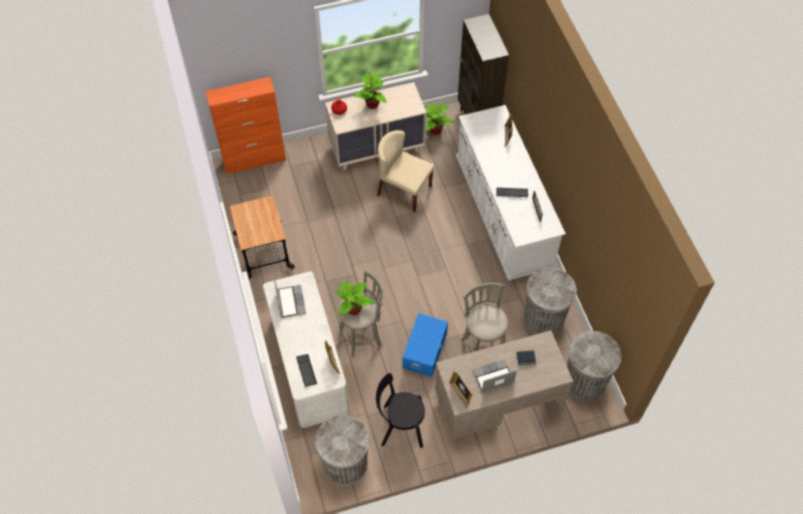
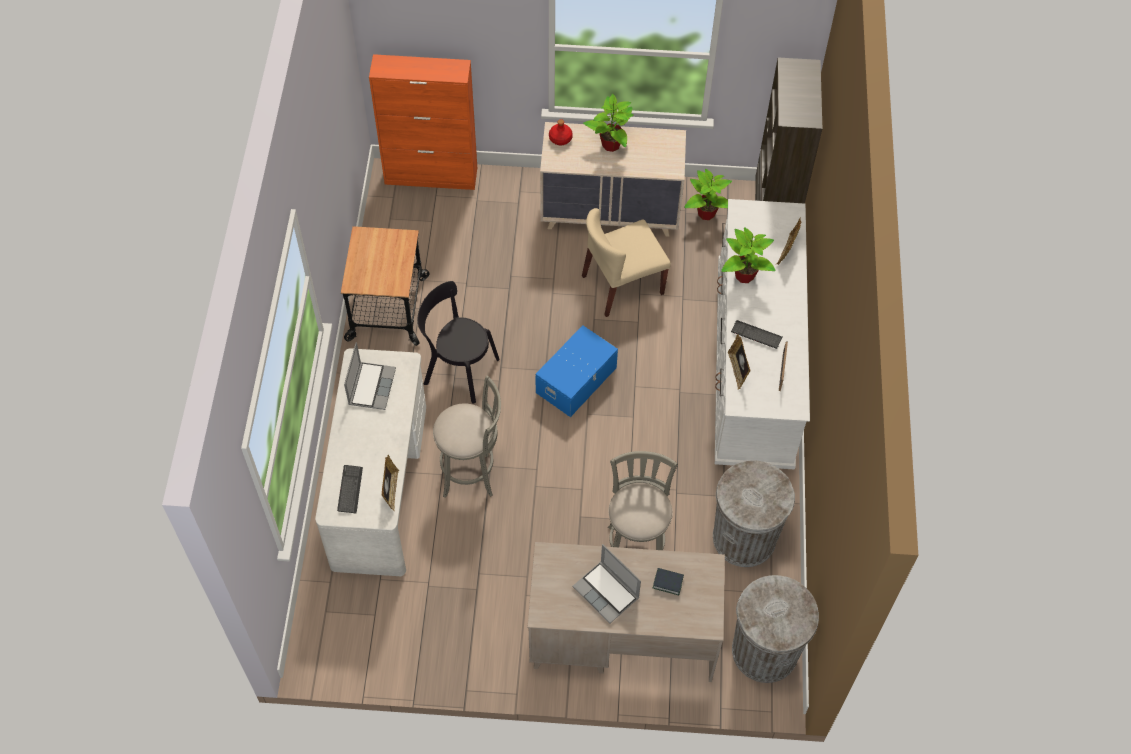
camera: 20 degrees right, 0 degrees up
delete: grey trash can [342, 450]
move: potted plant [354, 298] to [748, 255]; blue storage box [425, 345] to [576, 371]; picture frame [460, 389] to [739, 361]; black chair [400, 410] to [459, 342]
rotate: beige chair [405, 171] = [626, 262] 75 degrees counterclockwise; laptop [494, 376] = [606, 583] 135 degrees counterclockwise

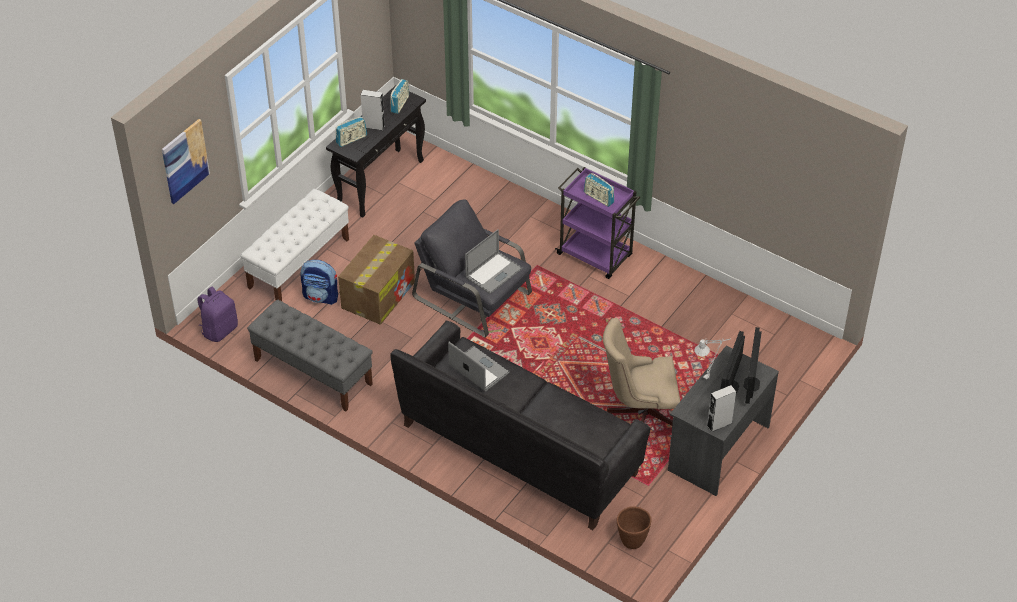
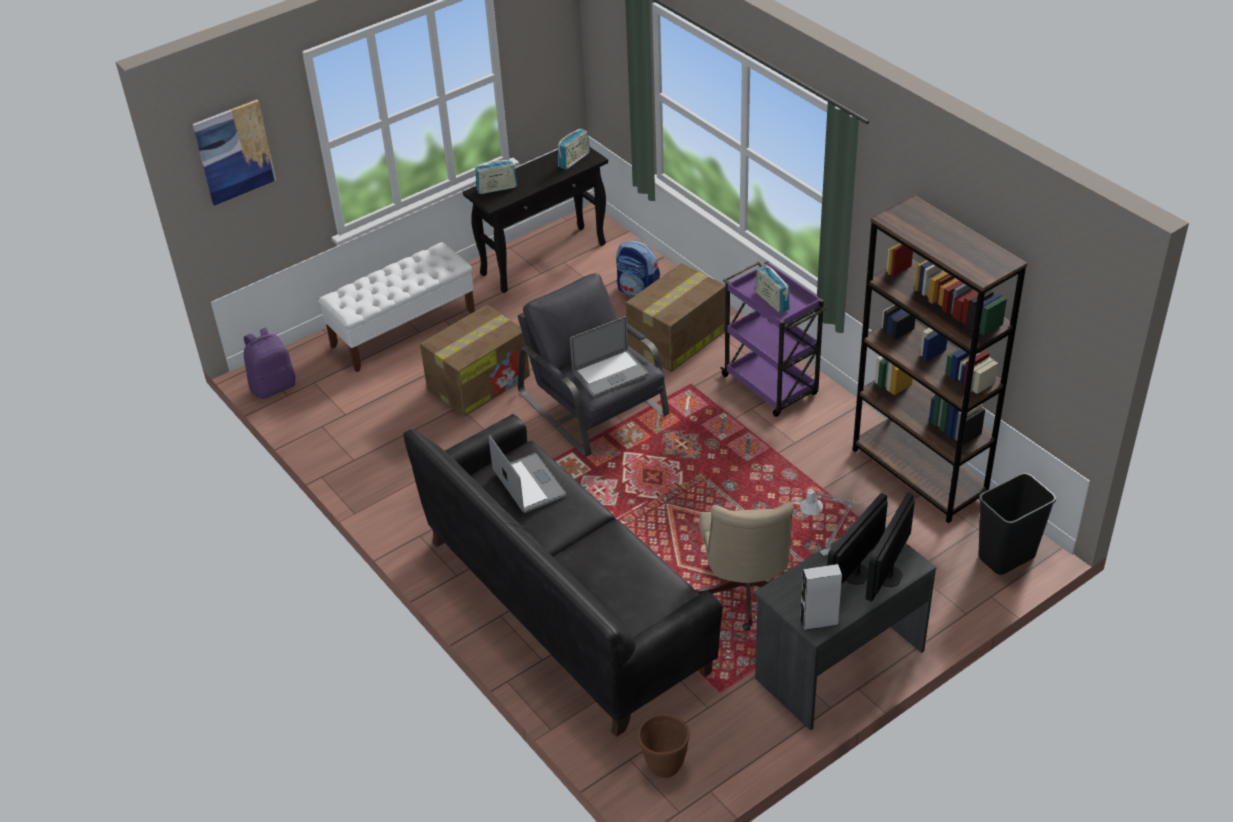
camera: 20 degrees right, 5 degrees down
delete: grey speaker [373, 110]; grey bench [310, 355]
insert: brown bookcase [940, 359]; cardboard box [675, 317]; black trash can [1017, 524]
move: backpack [319, 282] to [638, 268]
rotate: beige office chair [641, 372] = [745, 566] 105 degrees counterclockwise

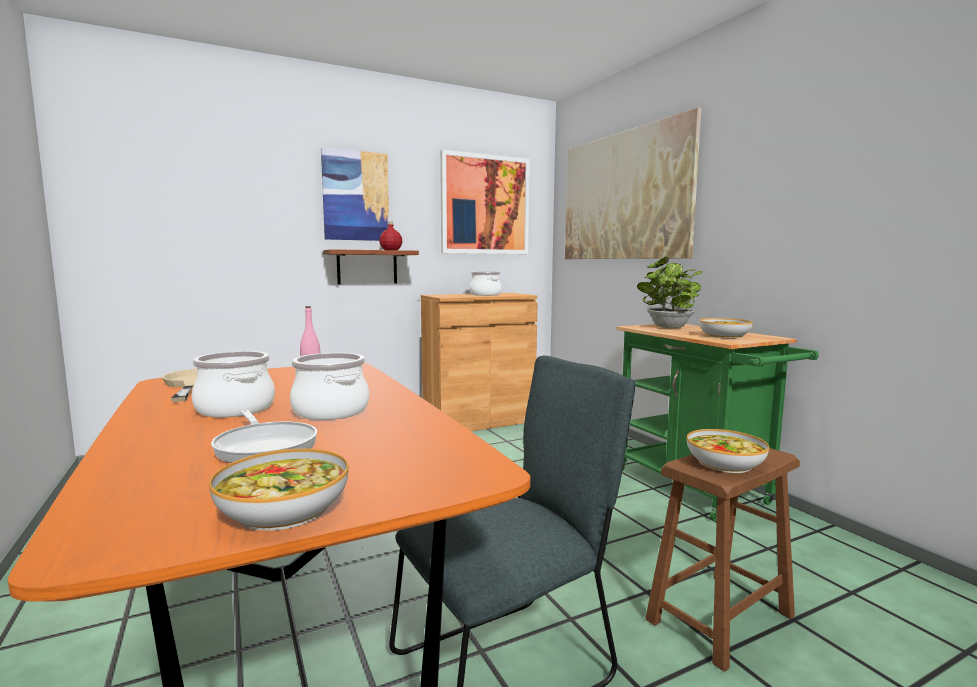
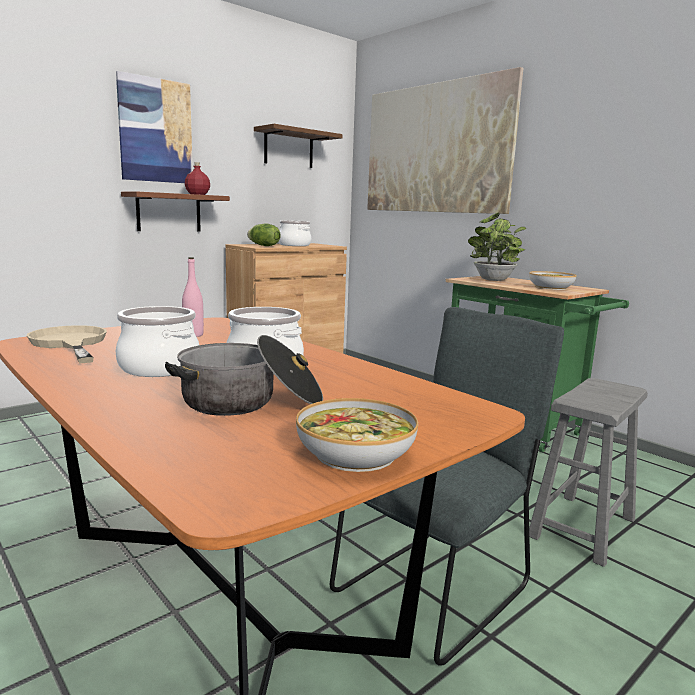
camera: 15 degrees left, 5 degrees up
delete: bowl [728, 451]
insert: lettuce [264, 234]
replace: picture [485, 202] to brown shelf [298, 146]; frying pan [264, 436] to cooking pot [244, 375]
recolor: brown stool [722, 560] to grey stool [588, 472]

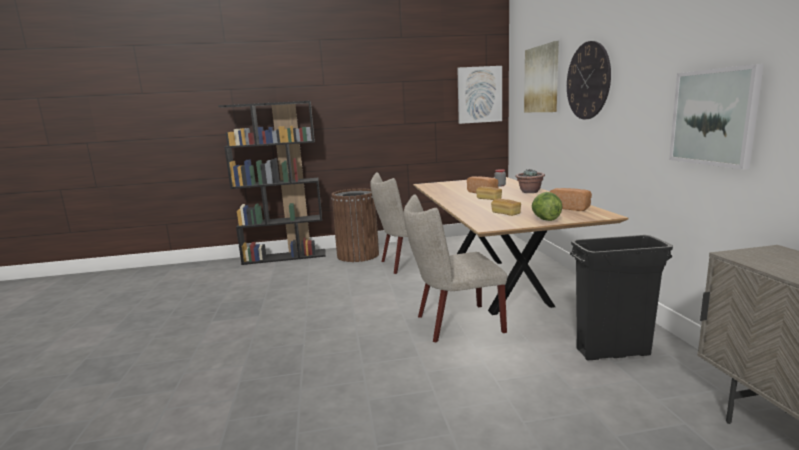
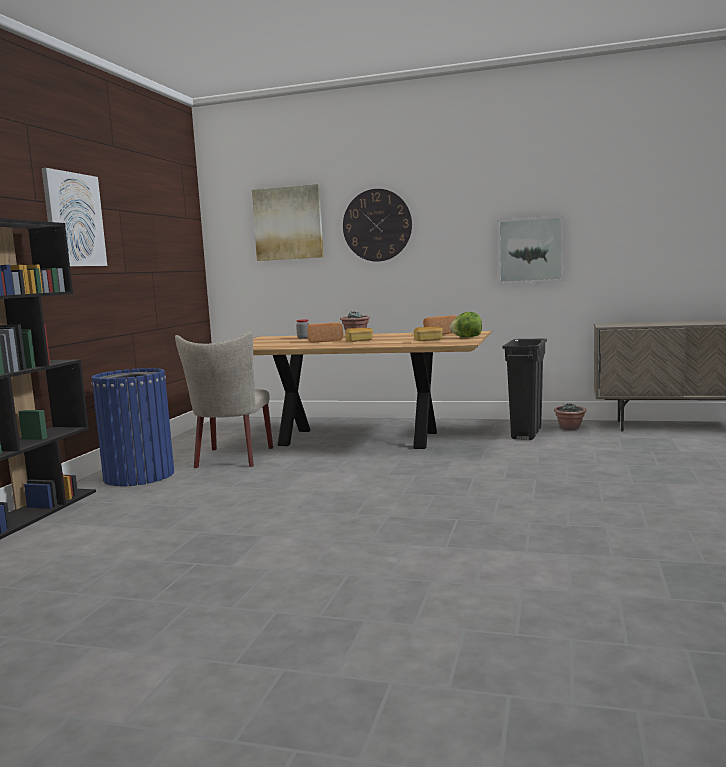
camera: 65 degrees left, 5 degrees down
delete: beige chair [455, 268]
insert: potted plant [570, 416]
move: picture [479, 95] to [74, 217]
recolor: brown trash can [355, 225] to blue trash can [132, 427]

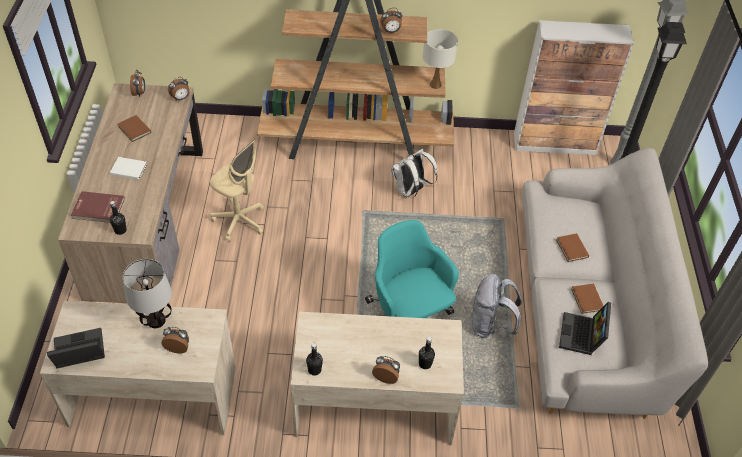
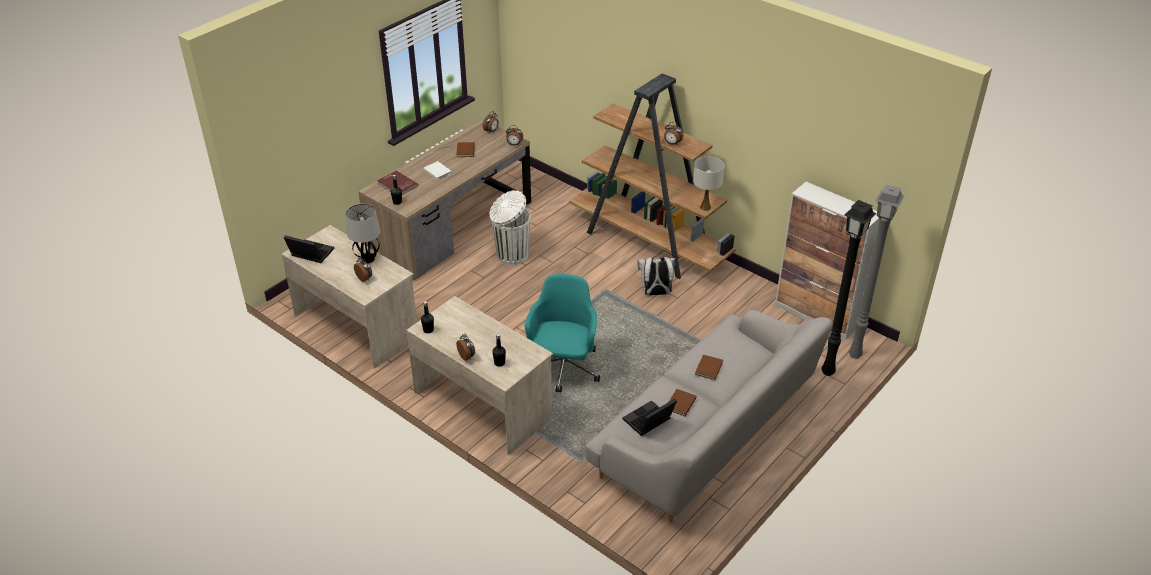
camera: 40 degrees right, 10 degrees down
delete: grey backpack [497, 306]
replace: beige office chair [237, 191] to white trash can [510, 227]

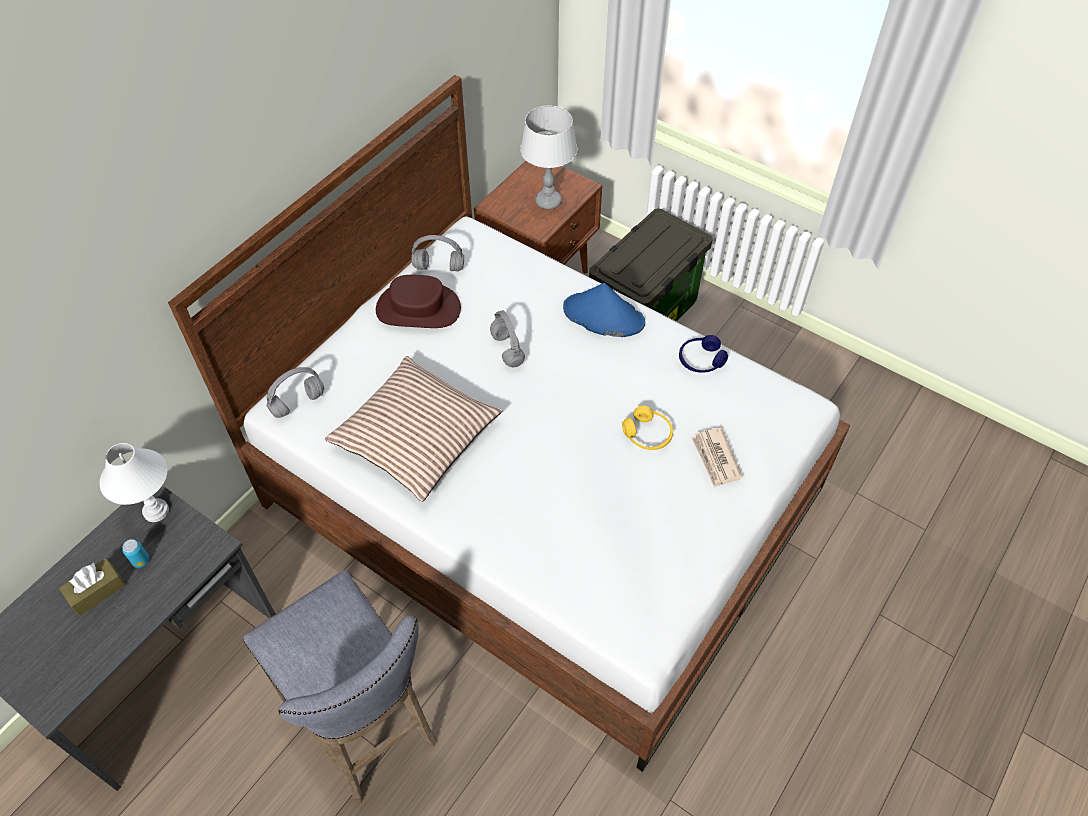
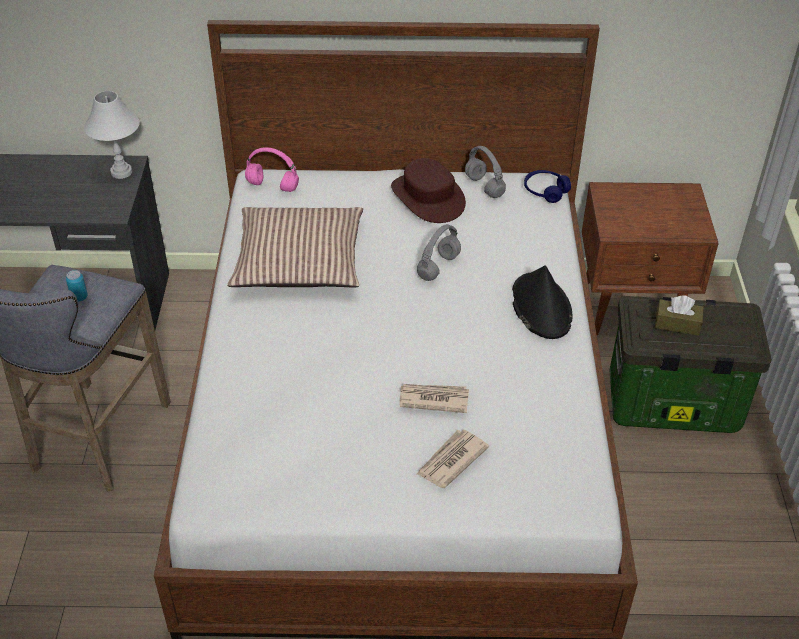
camera: 55 degrees right, 10 degrees down
delete: grey table lamp [548, 157]
move: blue headphones [703, 354] to [547, 186]; can [135, 553] to [77, 286]; brown tissue box [92, 587] to [679, 315]
replace: yellow headphones [647, 428] to newspaper [434, 398]
recolor: blue hat [604, 310] to black hat [542, 302]; grey headphones [295, 392] to pink headphones [272, 169]

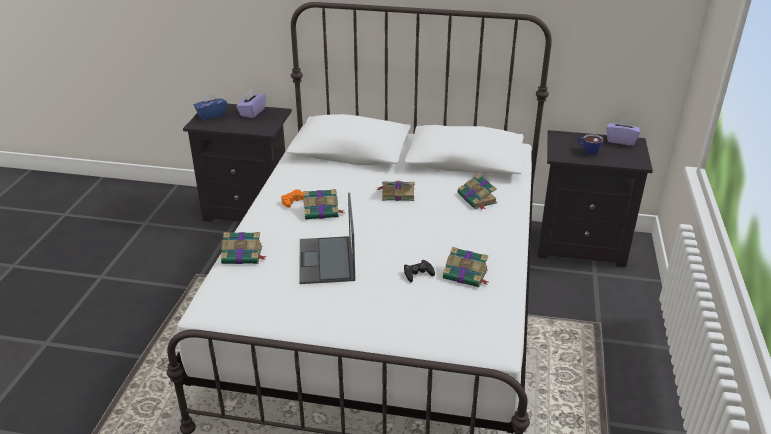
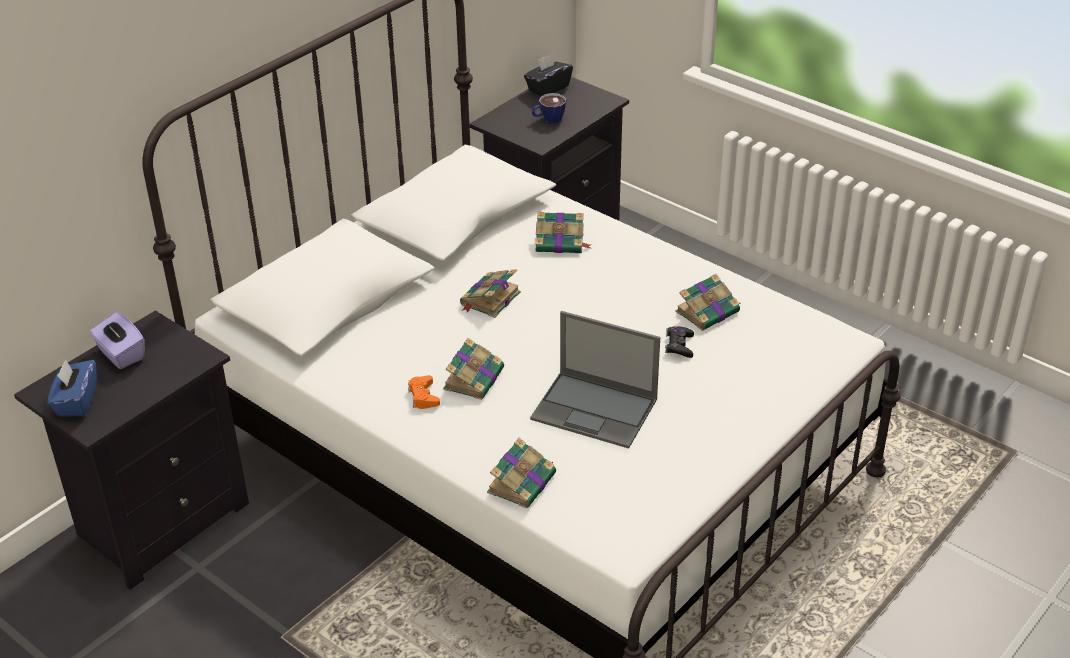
camera: 60 degrees left, 5 degrees up
recolor: purple tissue box [623, 131] to black tissue box [548, 75]

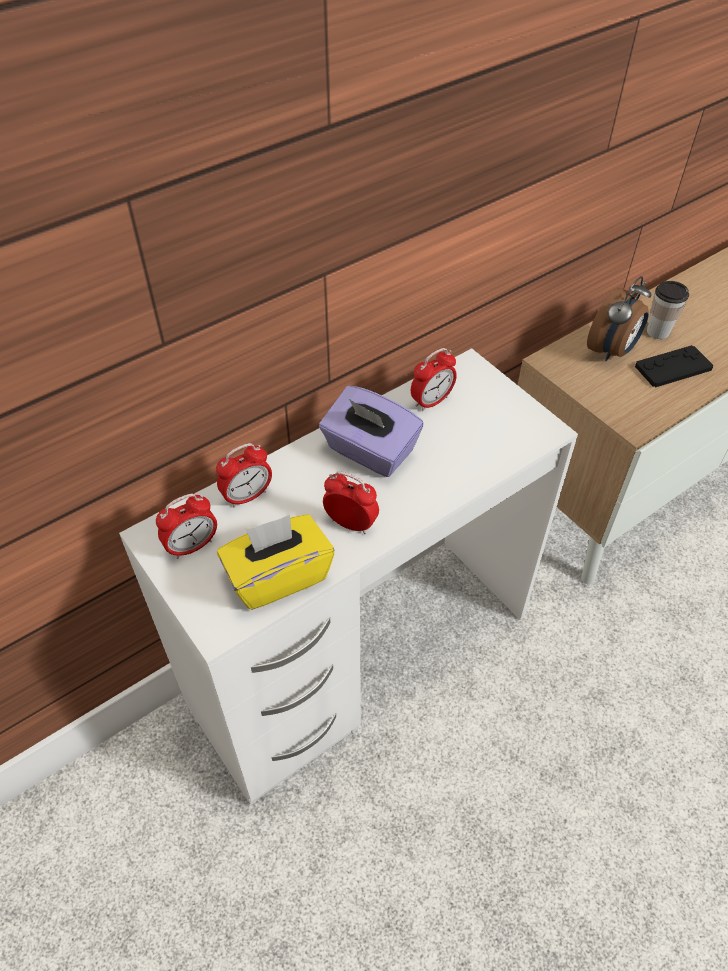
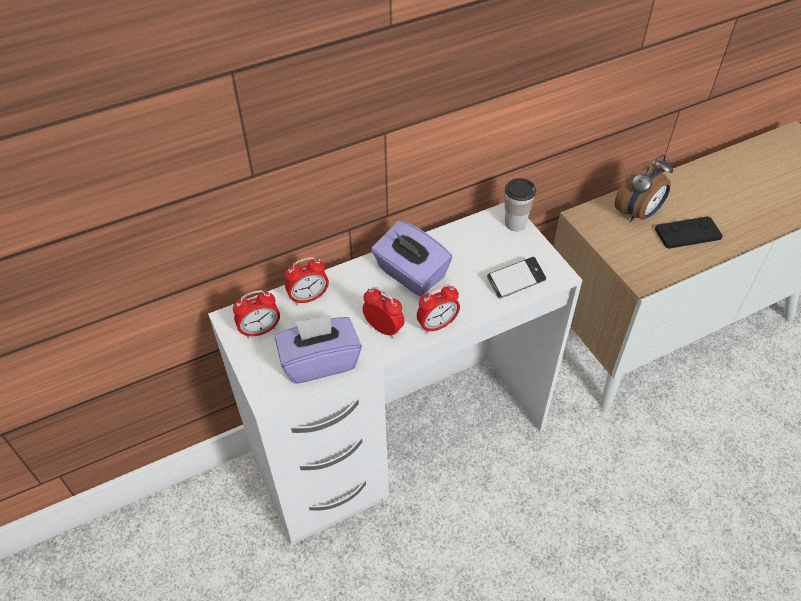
camera: 10 degrees right, 0 degrees up
insert: phone [516, 277]
move: cup [668, 310] to [520, 204]; alarm clock [434, 380] to [438, 309]
recolor: yellow tissue box [276, 562] to purple tissue box [318, 349]

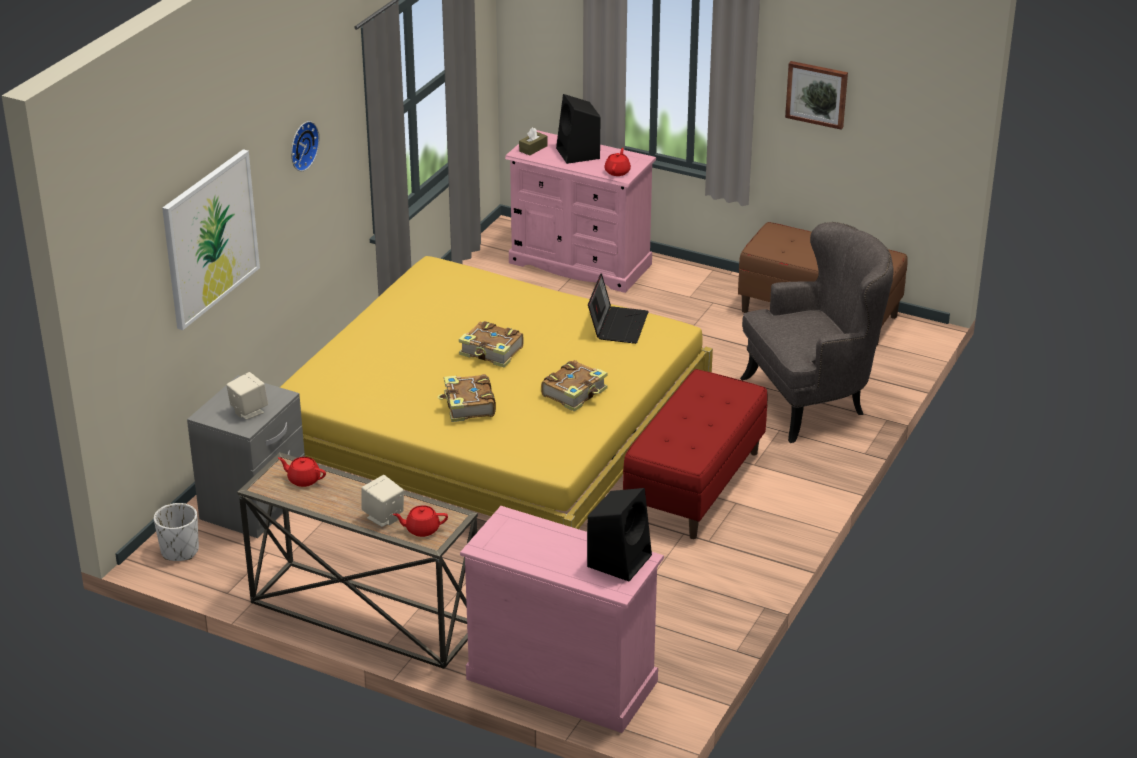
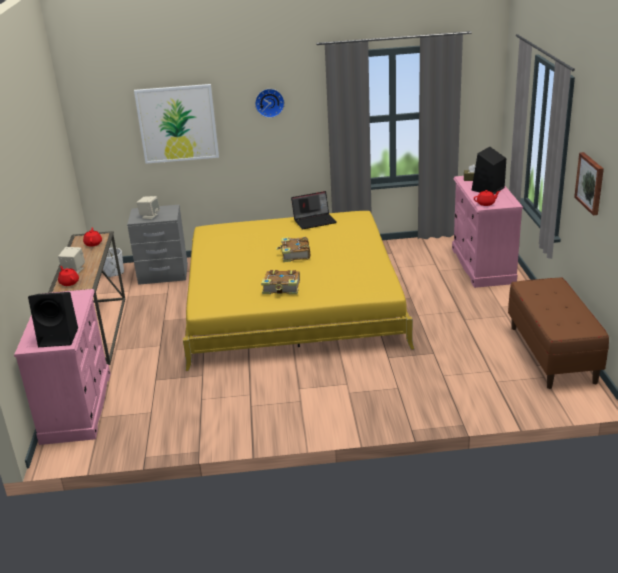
camera: 60 degrees right, 5 degrees down
delete: grey armchair [817, 332]; red bench [695, 454]; book [467, 398]
move: laptop [618, 308] to [314, 210]

